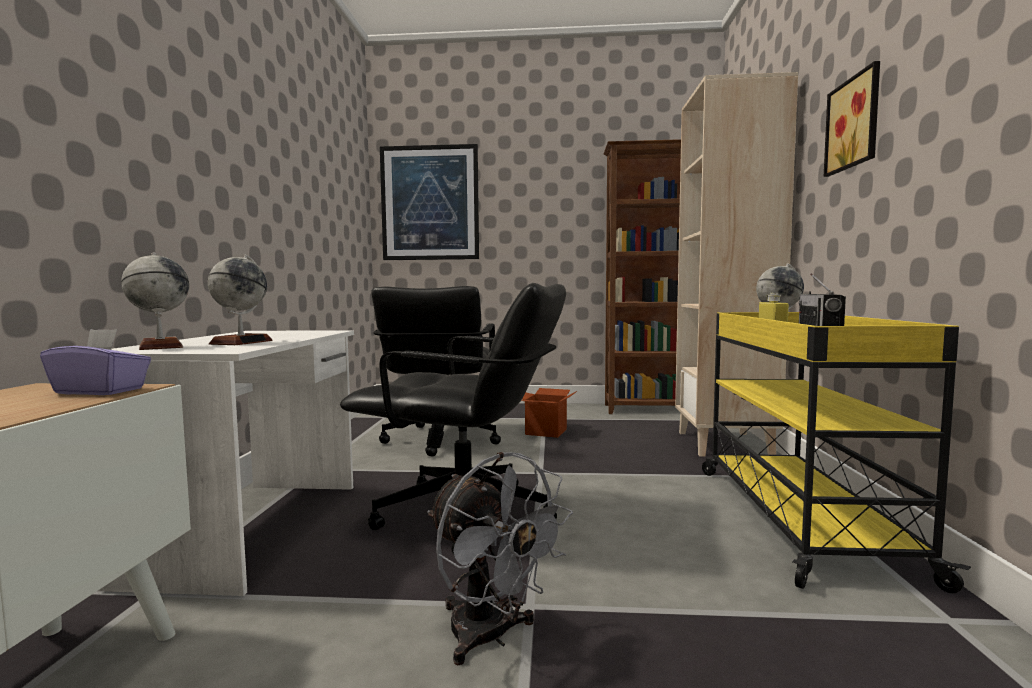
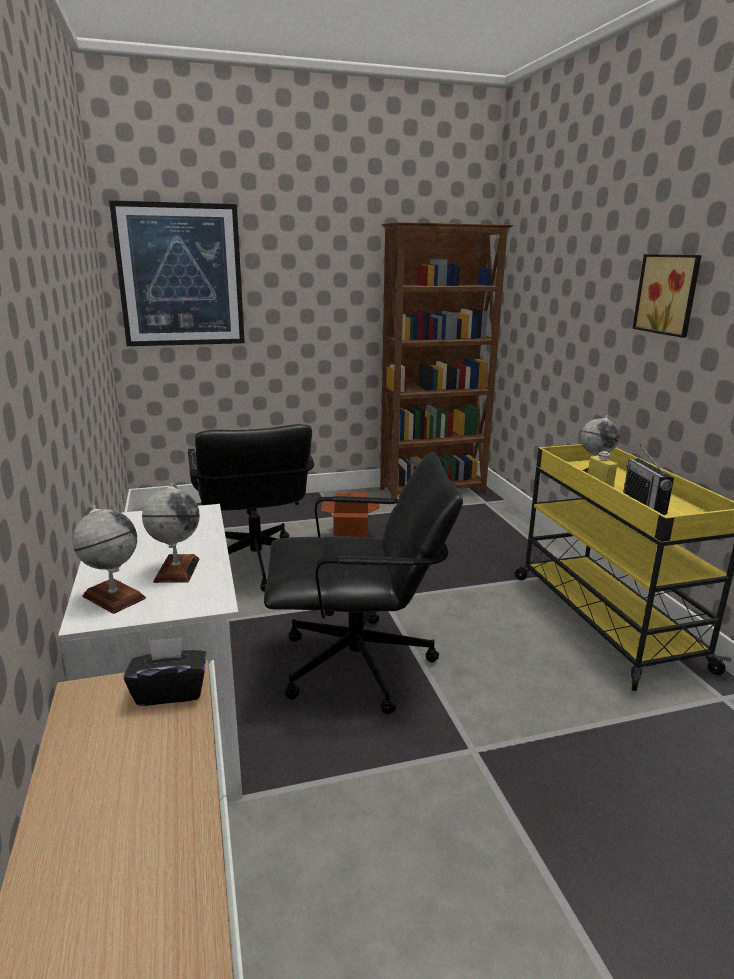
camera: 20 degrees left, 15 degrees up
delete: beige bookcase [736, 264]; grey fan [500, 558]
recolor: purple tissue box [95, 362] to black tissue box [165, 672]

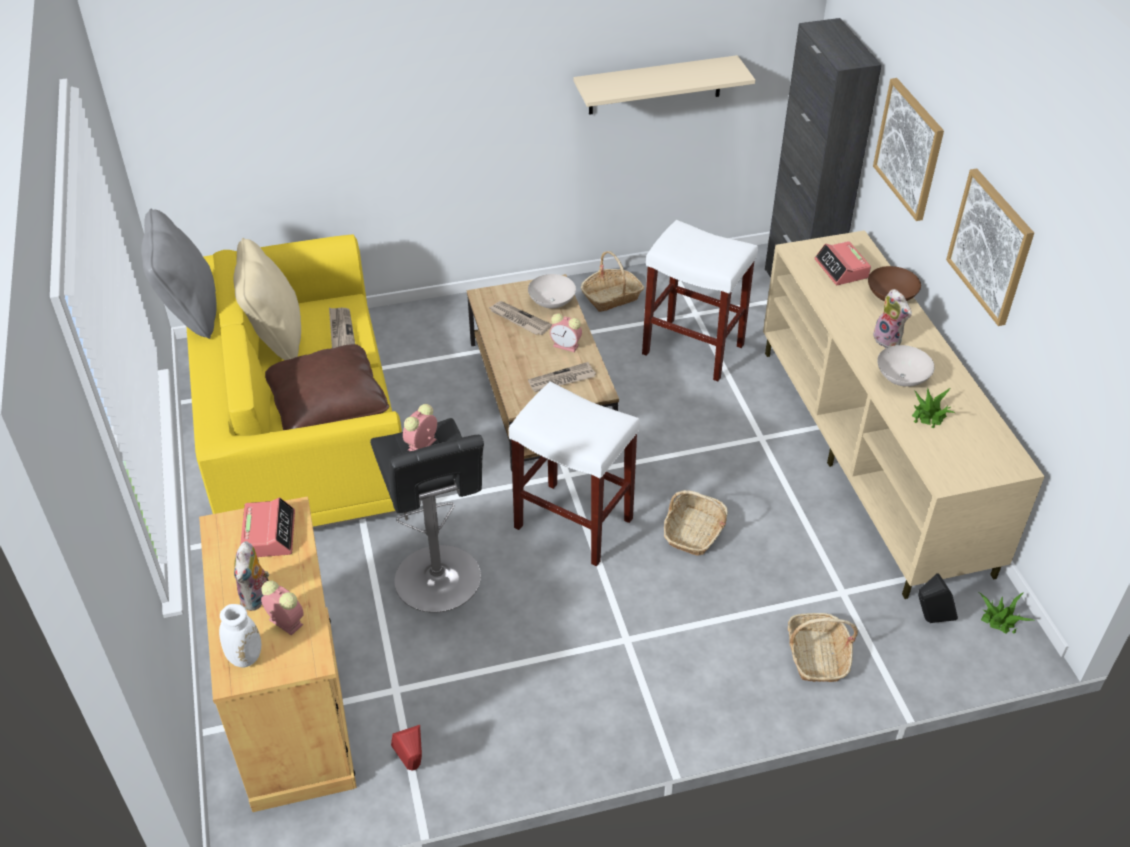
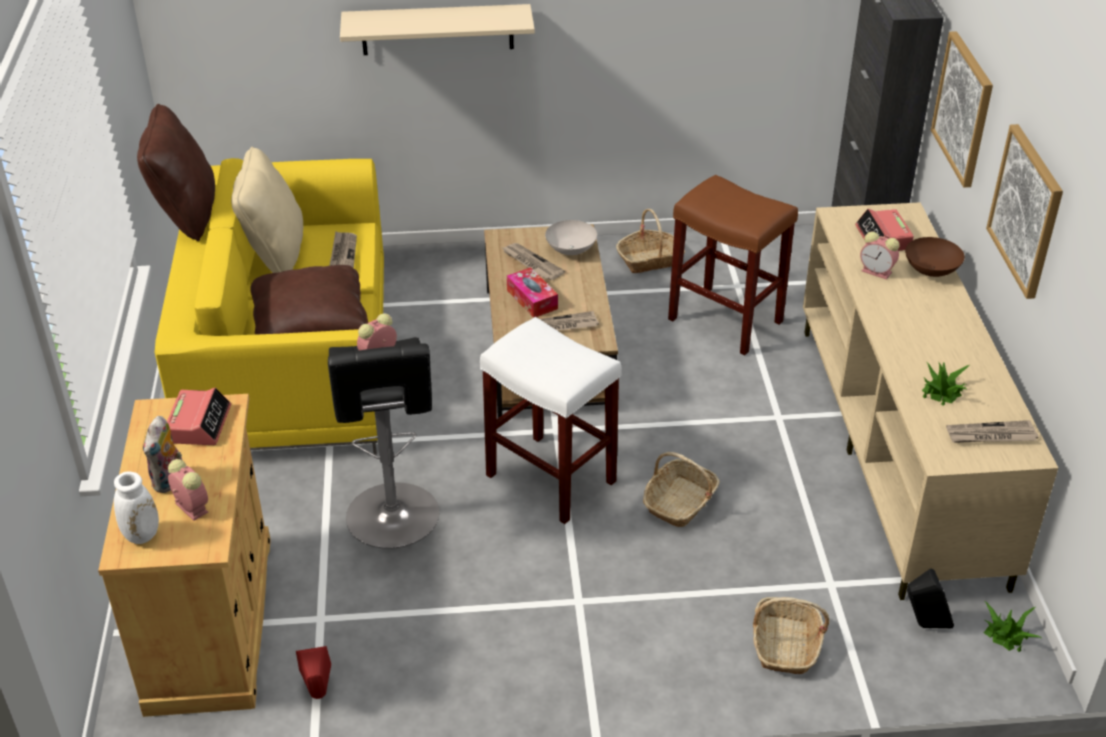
camera: 10 degrees right, 5 degrees down
delete: plush toy [891, 318]; white bowl [906, 366]
insert: tissue box [532, 292]; newspaper [992, 431]
move: beige shelf [664, 85] to [437, 29]; alarm clock [566, 332] to [879, 256]
recolor: grey pillow [178, 274] to brown pillow [176, 172]; white stool [700, 300] to brown stool [733, 265]

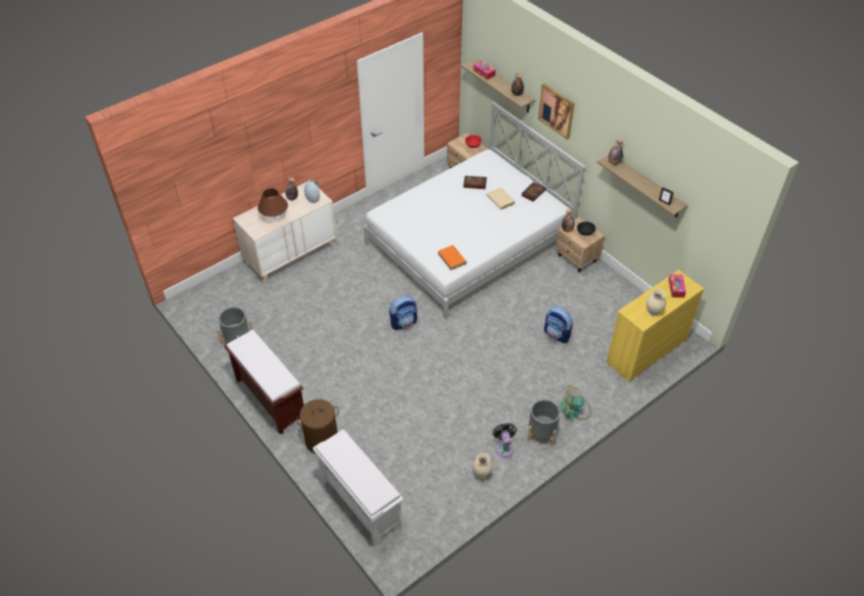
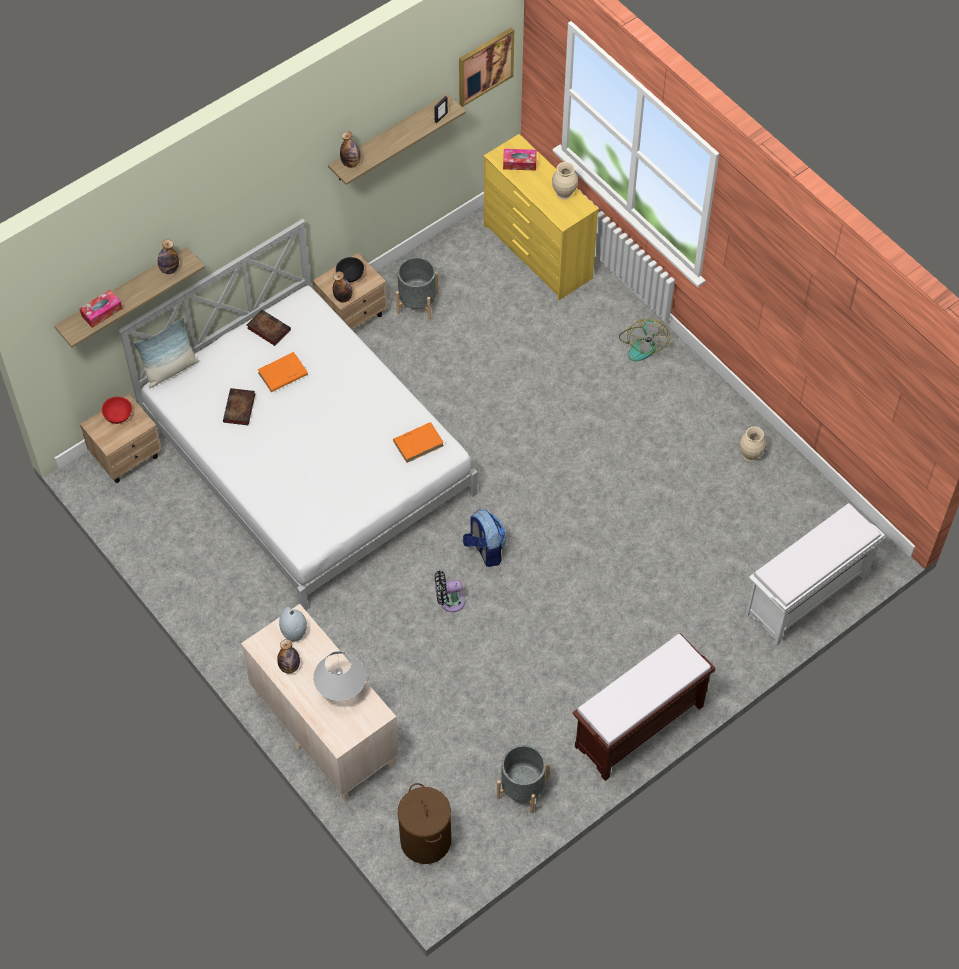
camera: 90 degrees left, 10 degrees up
delete: backpack [558, 324]
insert: pillow [166, 353]
move: picture [556, 111] to [486, 67]; brown laundry basket [317, 426] to [424, 823]; grey planter [543, 423] to [417, 288]; black fan [505, 440] to [450, 591]
recolor: beige book [501, 198] to orange book [283, 372]; brown table lamp [273, 202] to white table lamp [339, 676]

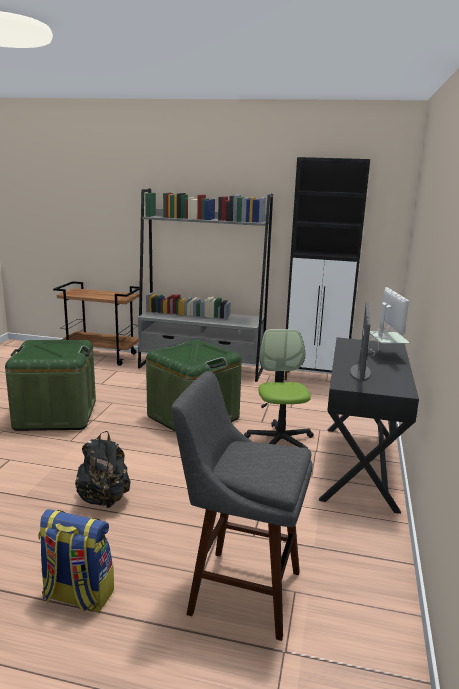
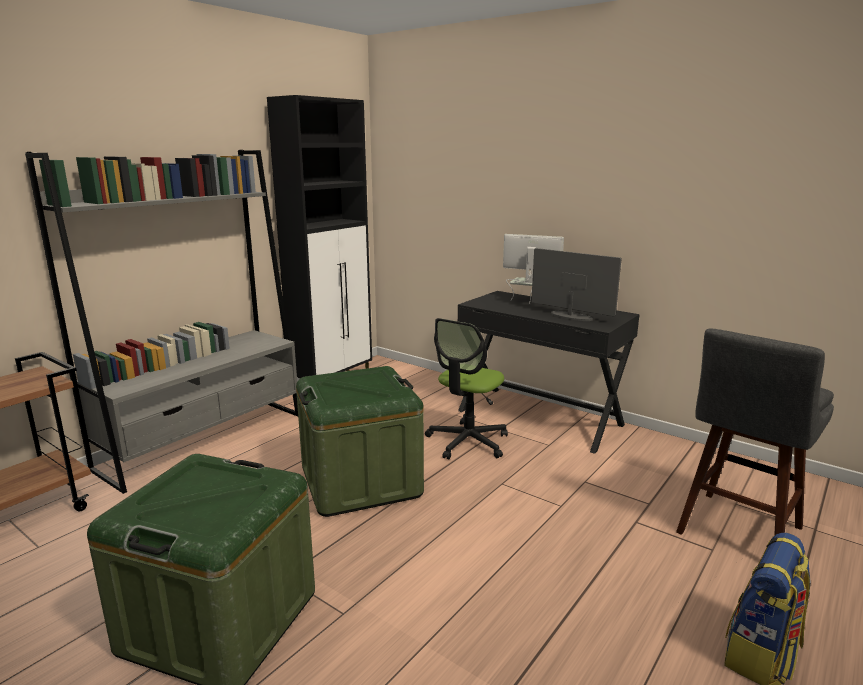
camera: 65 degrees left, 0 degrees up
delete: black backpack [102, 469]
rotate: office chair [279, 388] = [466, 388] 75 degrees counterclockwise

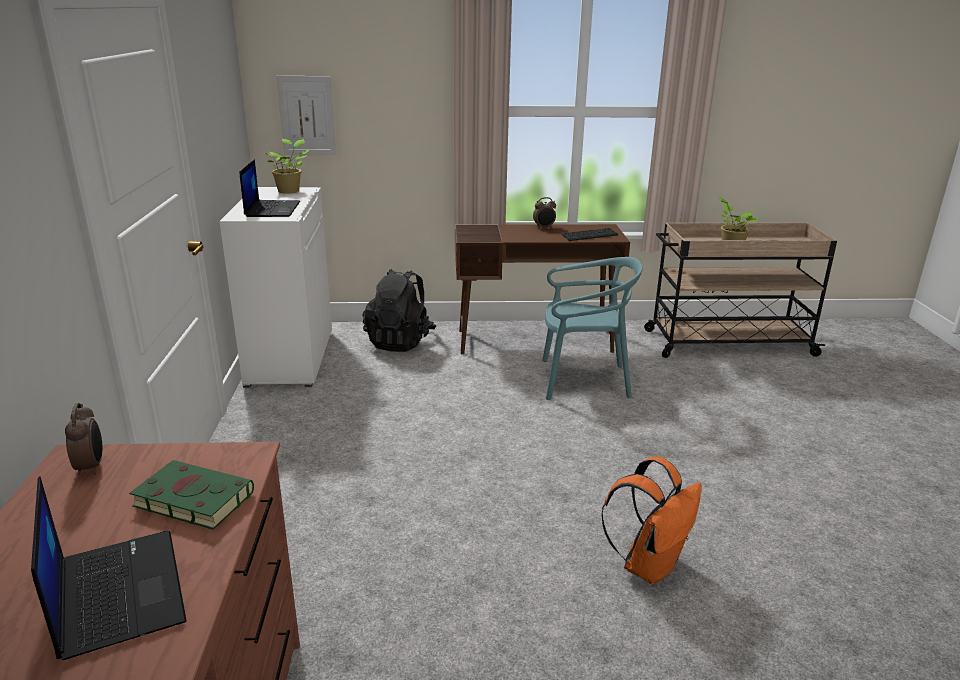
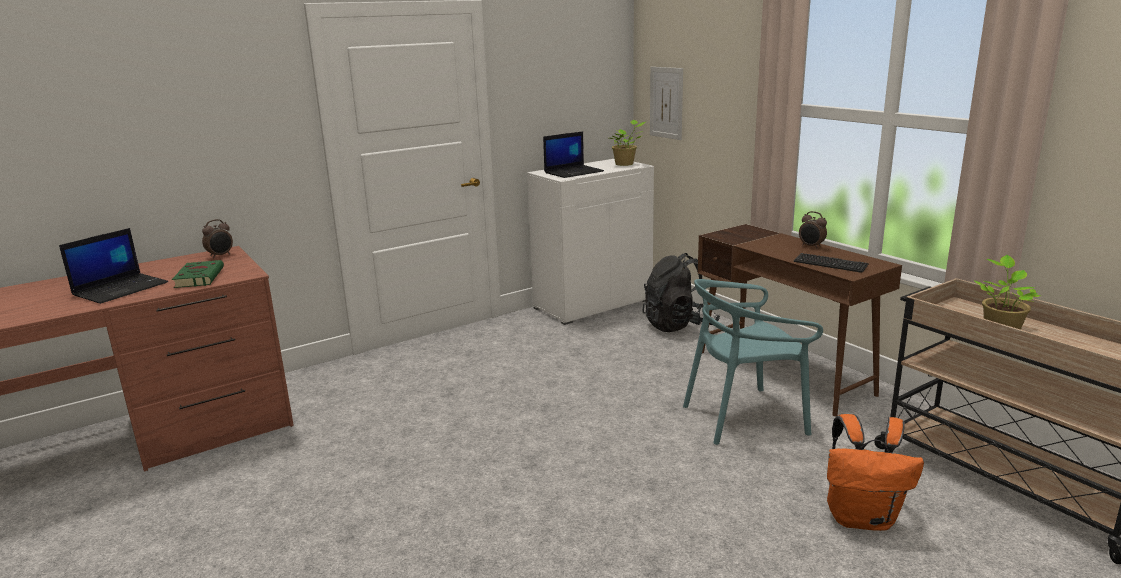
camera: 60 degrees right, 5 degrees down
move: orange backpack [651, 520] to [875, 472]
rotate: turquoise chair [592, 328] = [753, 362] 105 degrees clockwise

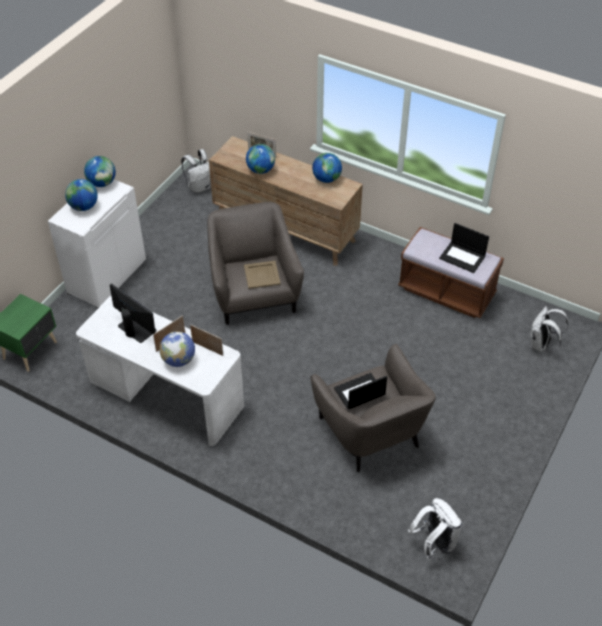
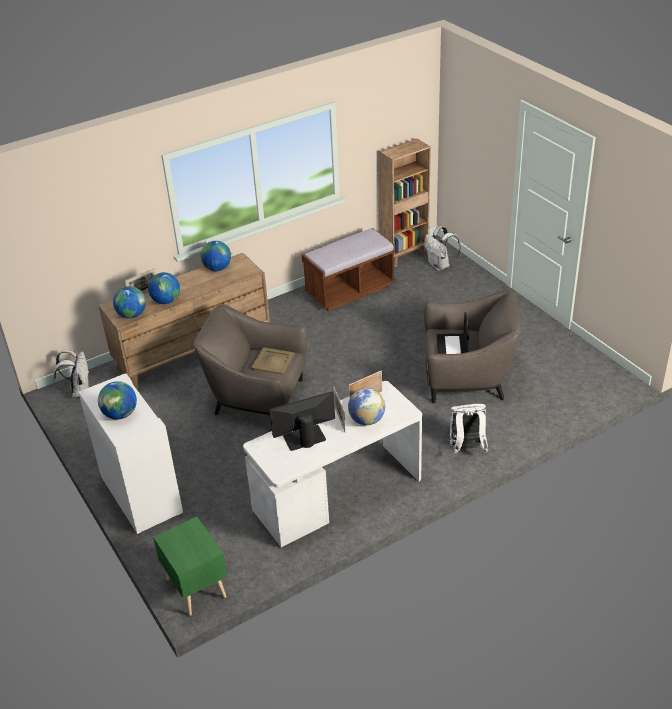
camera: 60 degrees left, 10 degrees down
delete: laptop [464, 248]
insert: brown bookcase [405, 202]
move: globe [100, 171] to [129, 302]; white backpack [435, 529] to [468, 429]

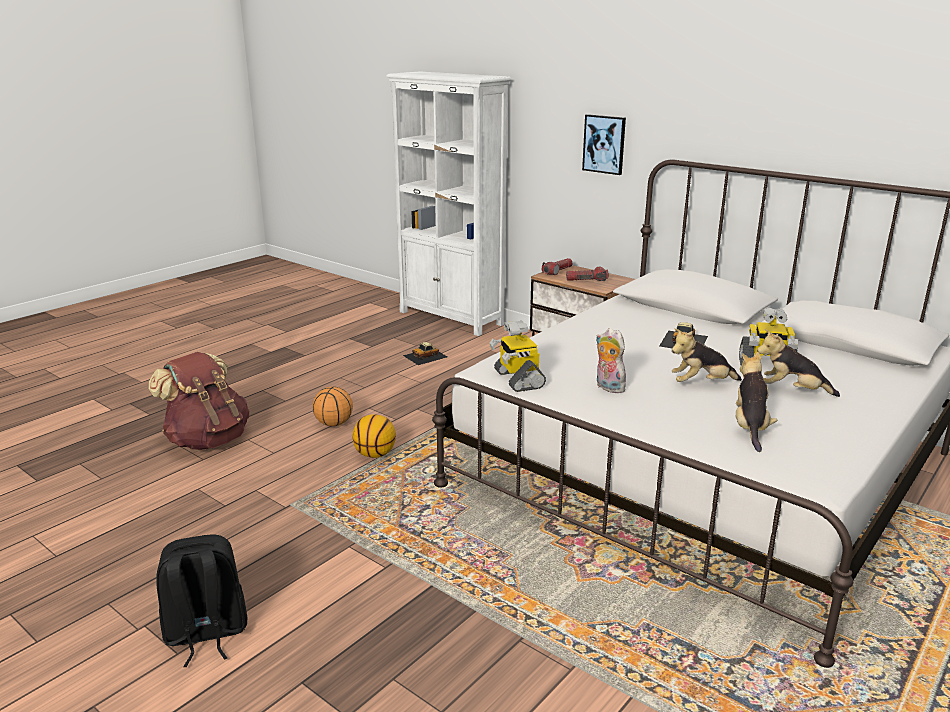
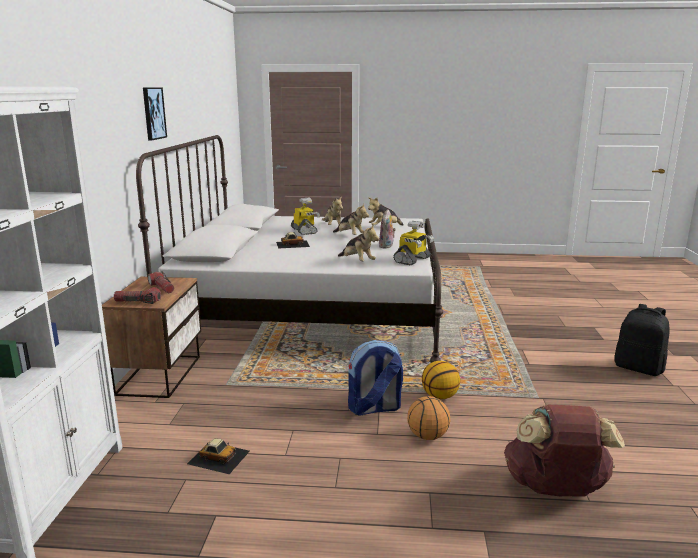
camera: 125 degrees left, 5 degrees down
insert: plush toy [358, 242]; backpack [375, 378]
move: picture [604, 144] to [155, 114]

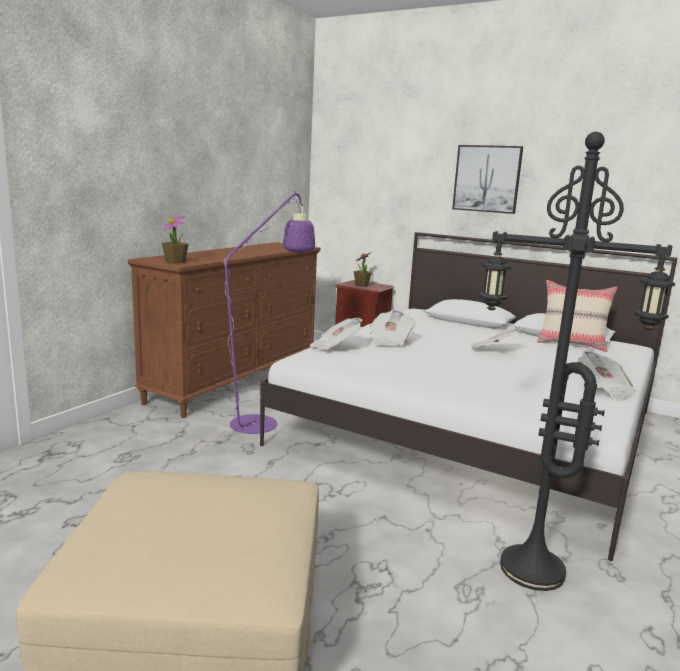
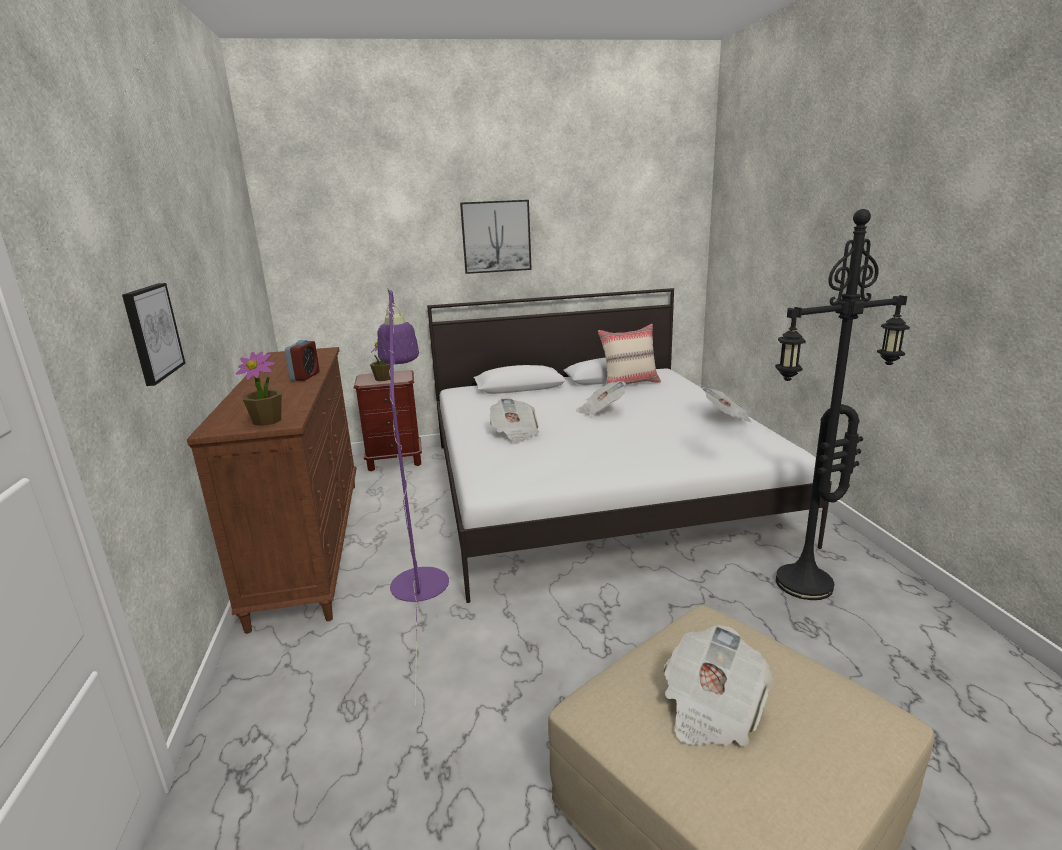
camera: 40 degrees left, 5 degrees up
insert: picture [154, 334]; alarm clock [302, 360]
move: newspaper [336, 334] to [718, 685]

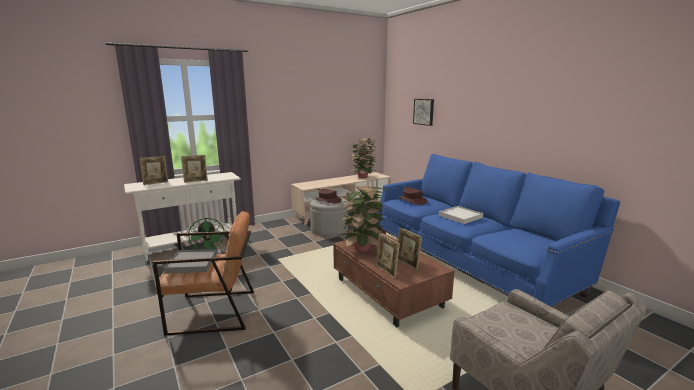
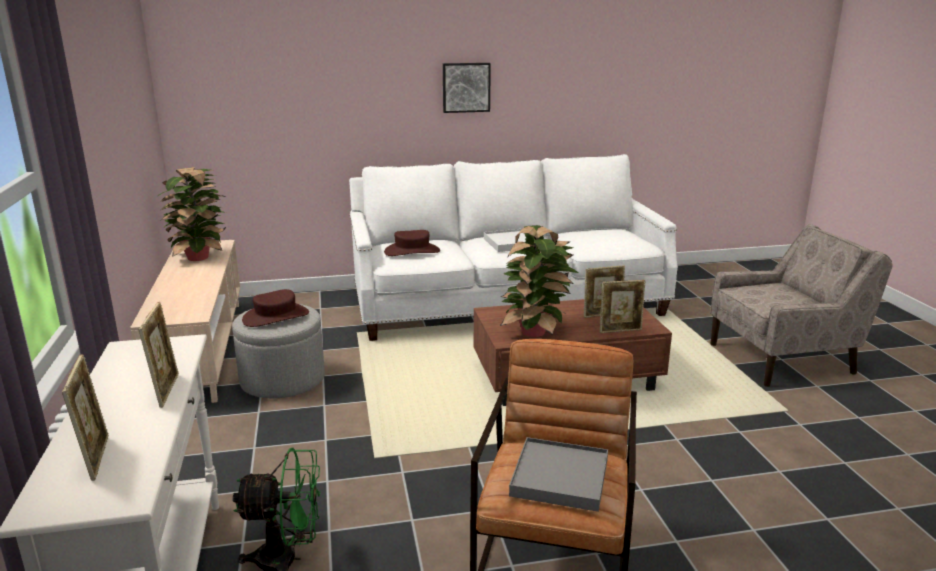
camera: 70 degrees left, 5 degrees up
move: picture [423, 112] to [467, 88]
recolor: blue sofa [498, 230] to white sofa [513, 247]

